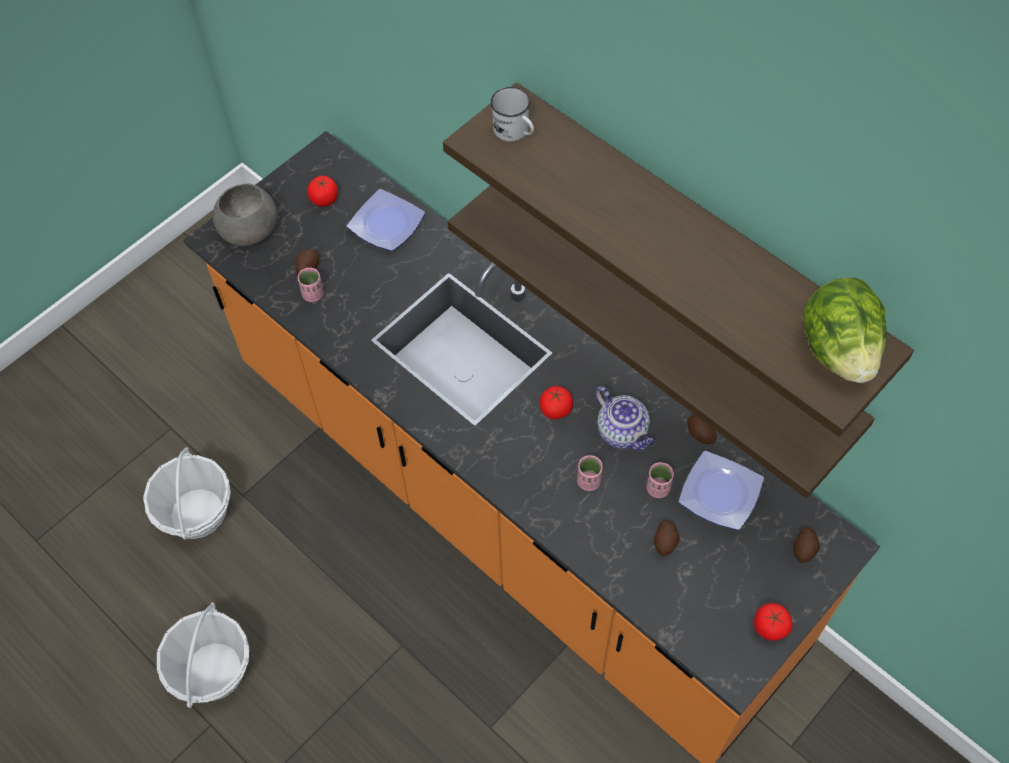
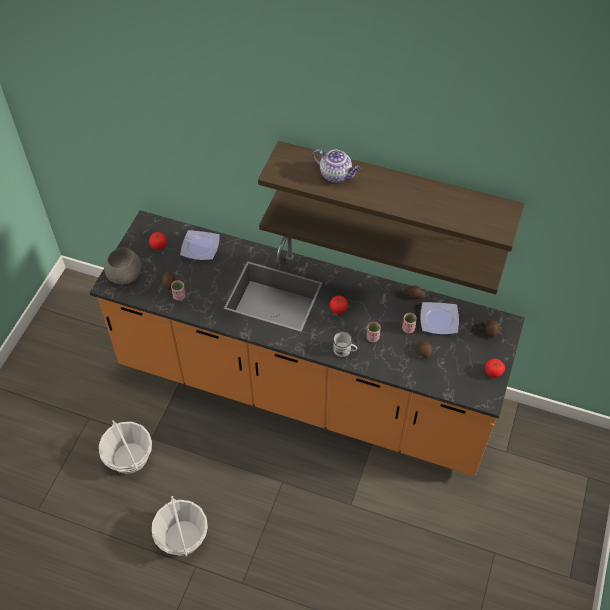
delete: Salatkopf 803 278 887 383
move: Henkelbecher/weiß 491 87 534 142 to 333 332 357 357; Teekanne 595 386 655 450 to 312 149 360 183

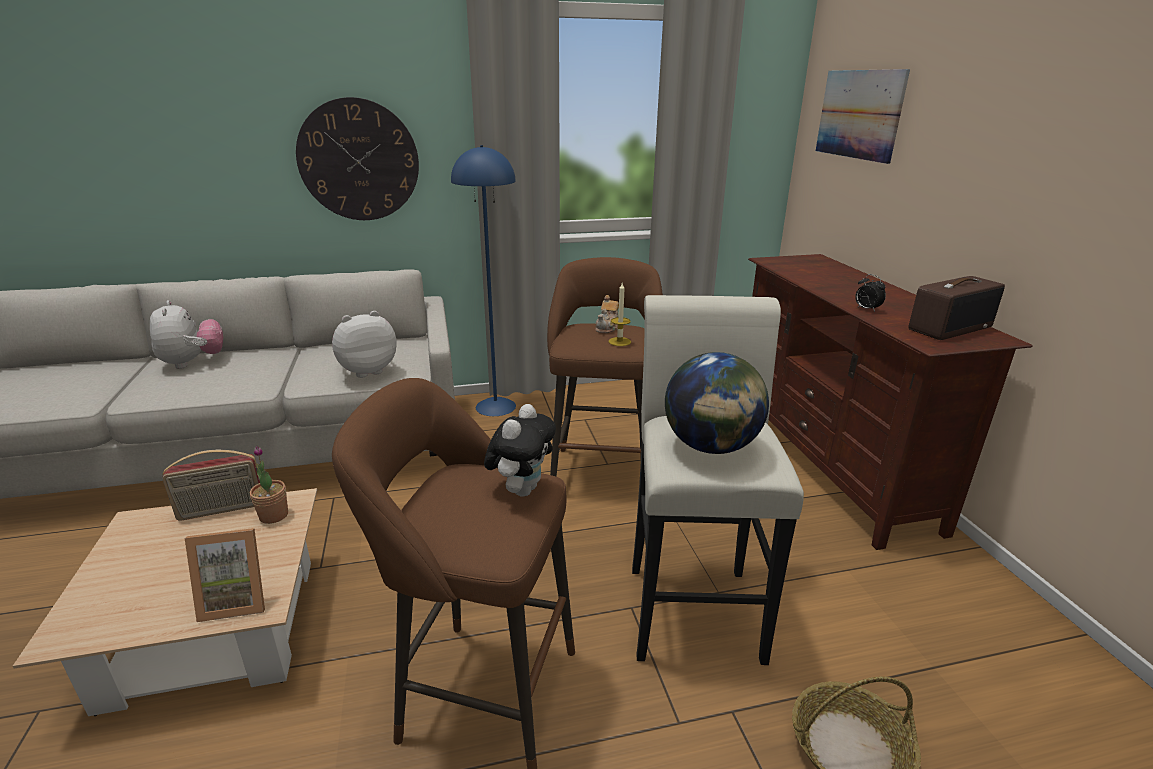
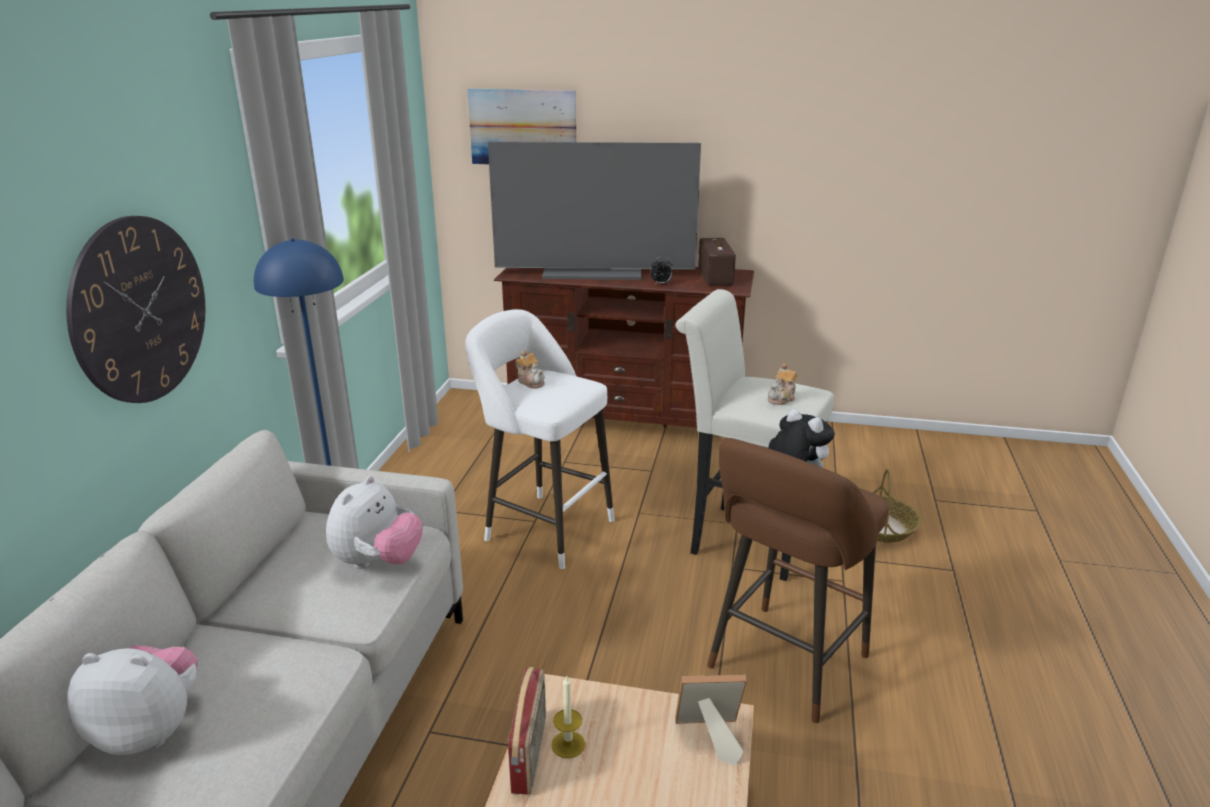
delete: Topfpflanze 250 446 288 524
insert: Fernseher 488 142 701 280
move: Kerze 609 283 631 346 to 551 675 585 758
replace: Globus 665 352 769 454 to Teekanne 768 363 798 405
recolor: Hocker/braun 547 257 663 476 to Hocker/weiß 465 309 614 569
rotate: Plüschtier 332 311 397 378 = 326 476 423 569 150 degrees counterclockwise; Bilderrahmen 185 528 265 622 = 675 674 747 766 105 degrees counterclockwise

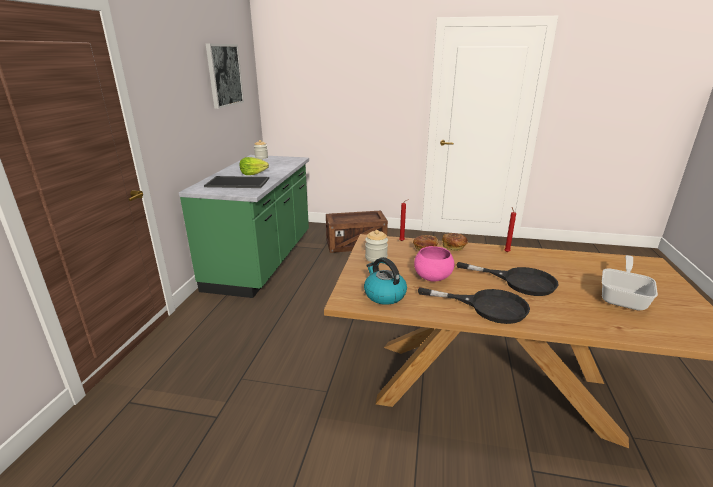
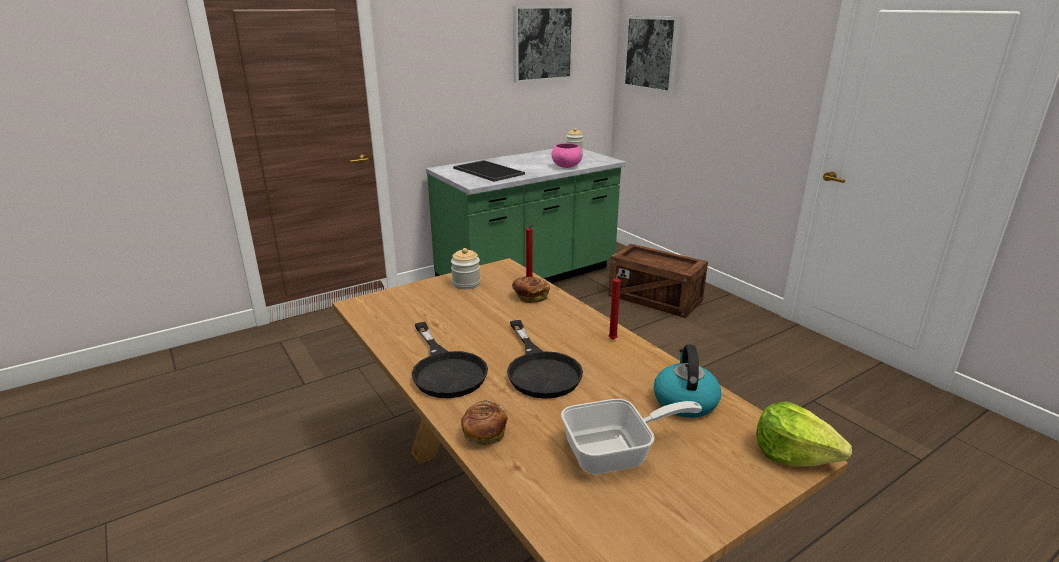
insert: Bild 623 16 681 93
move: Salatkopf 240 157 269 175 to 756 401 852 467; Brot 442 233 468 251 to 461 400 508 445; Schüssel/rosa 414 246 455 282 to 552 143 583 168; Wasserkessel 364 257 407 305 to 654 344 721 418

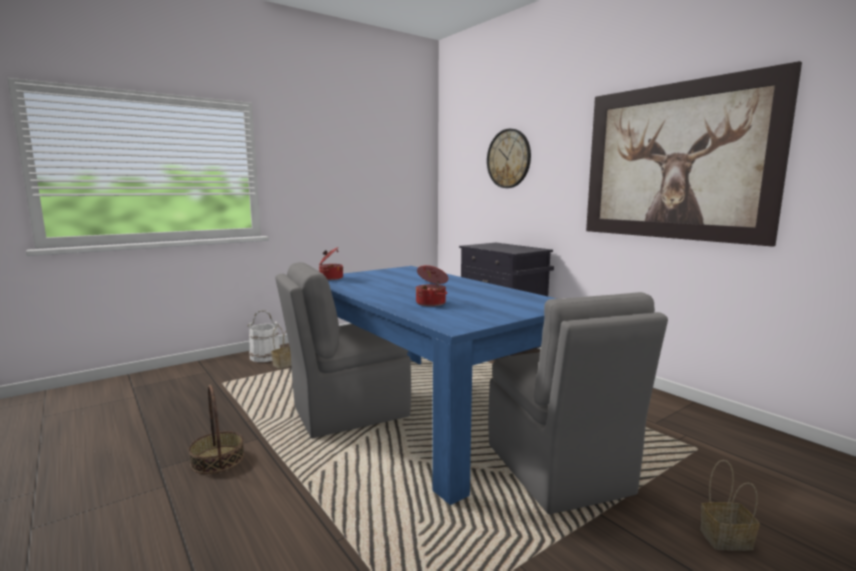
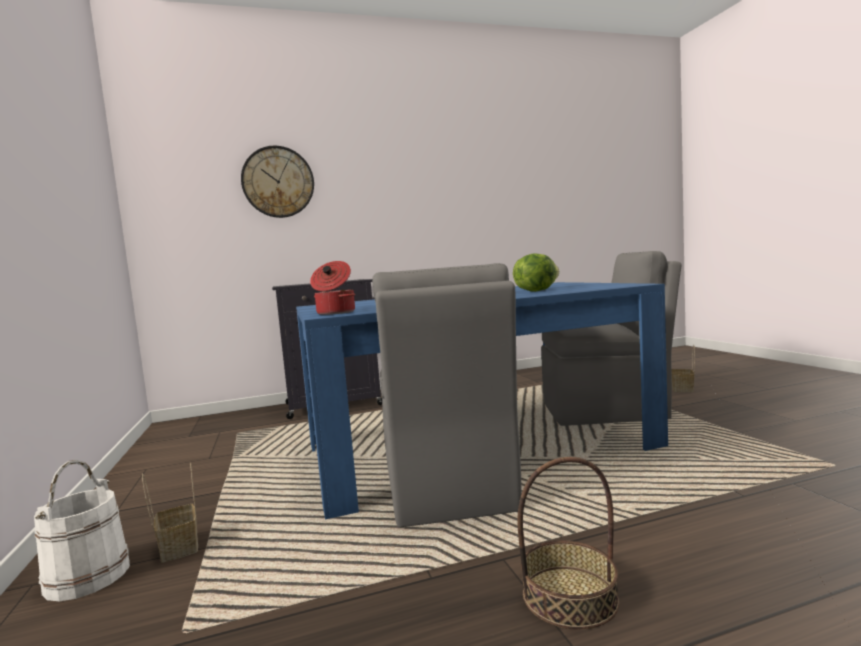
delete: Bild 586 61 802 247
replace: Kochtopf 416 265 448 306 to Salatkopf 513 253 560 292

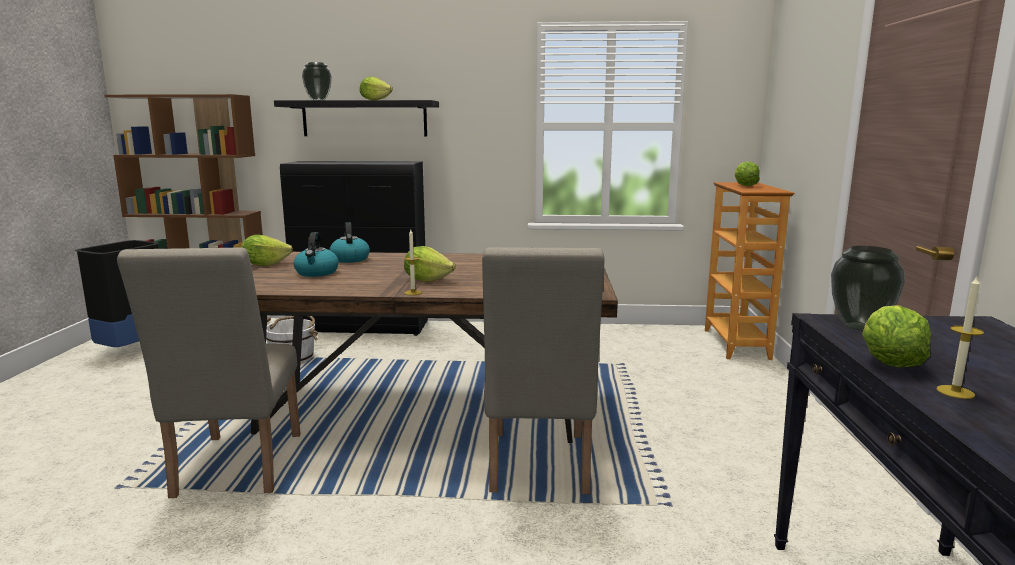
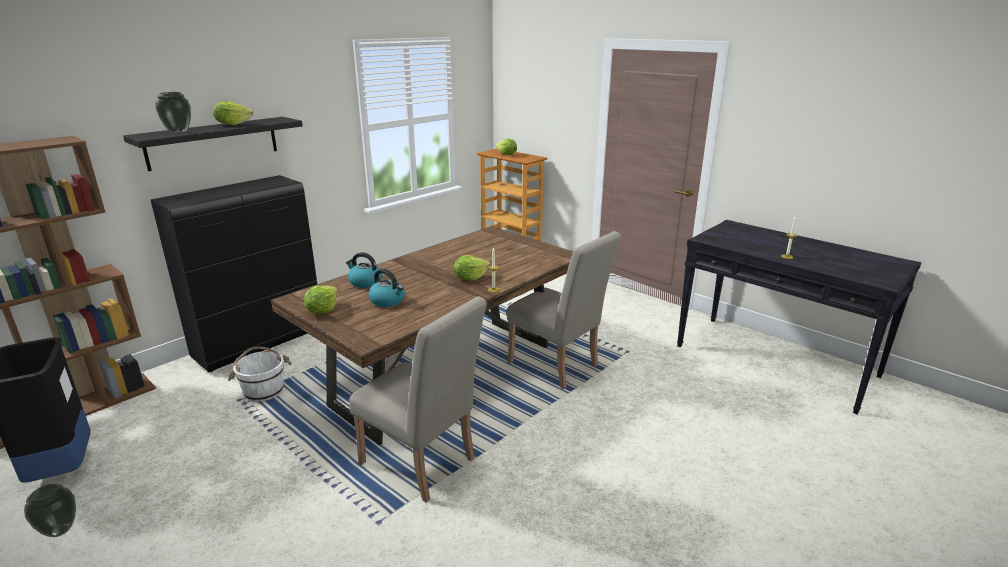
delete: Salatkopf 862 305 931 367
move: Vase 831 246 905 331 to 24 484 76 537

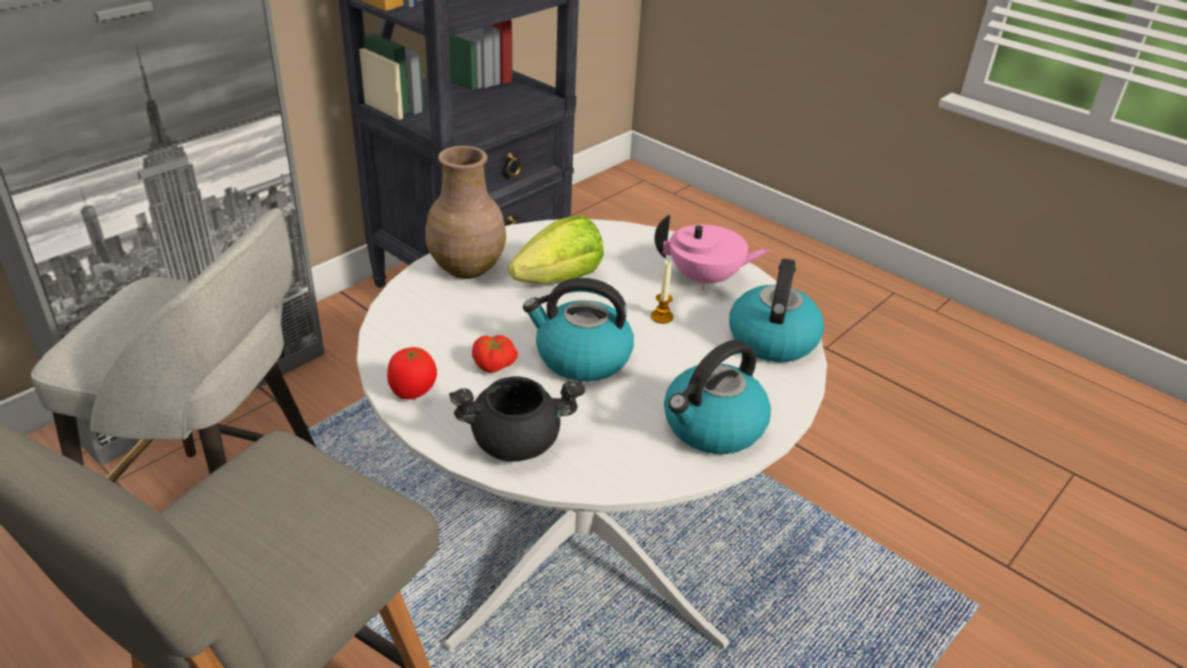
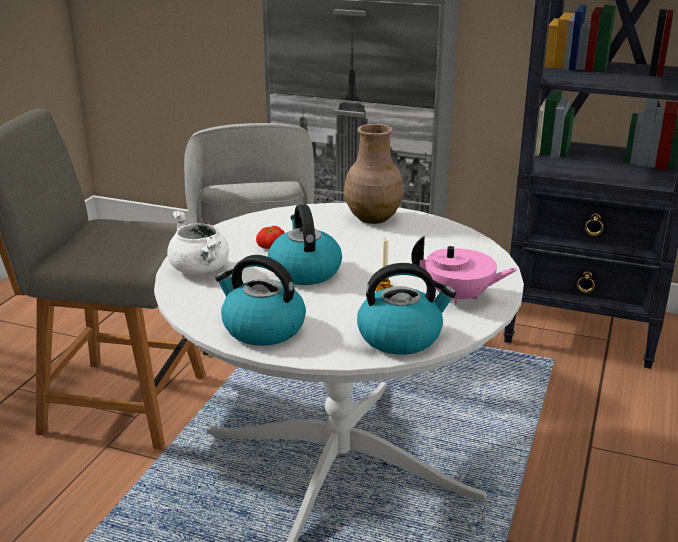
delete: Salatkopf 509 216 604 284; Tomate 387 347 437 399
recolor: Kochtopf/schwarz 449 377 586 462 to Kochtopf/weiß 167 210 229 274
rotate: Teekanne/rosa 654 215 771 290 = 411 236 518 305 60 degrees counterclockwise

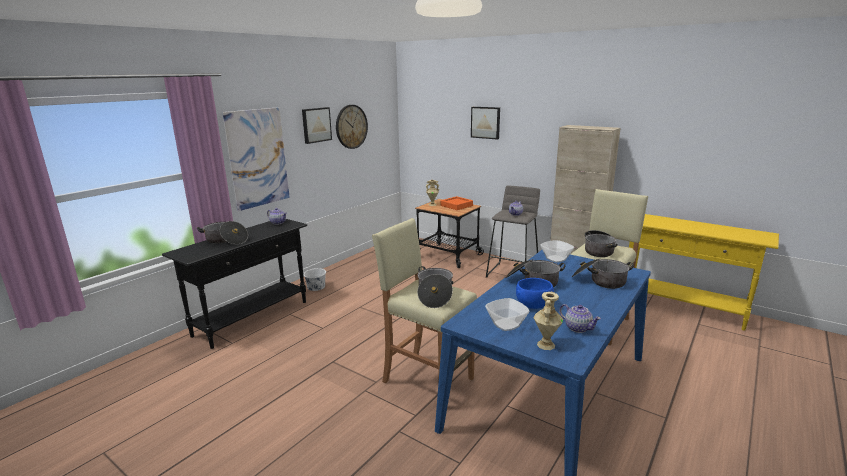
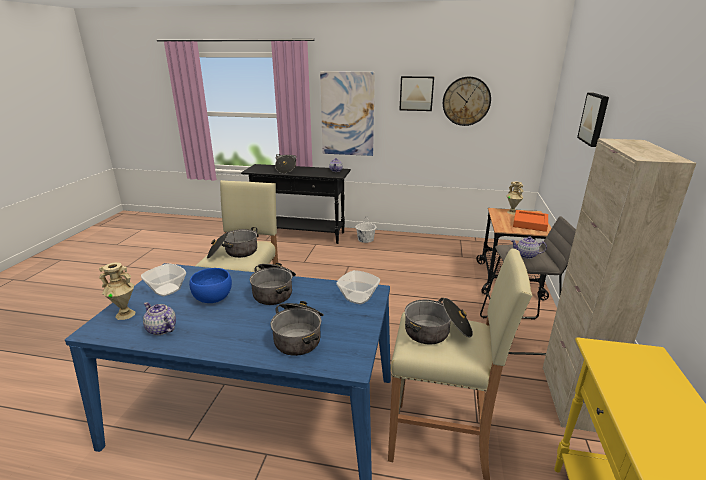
rotate: Teekanne 559 304 601 333 = 143 302 176 335 105 degrees clockwise

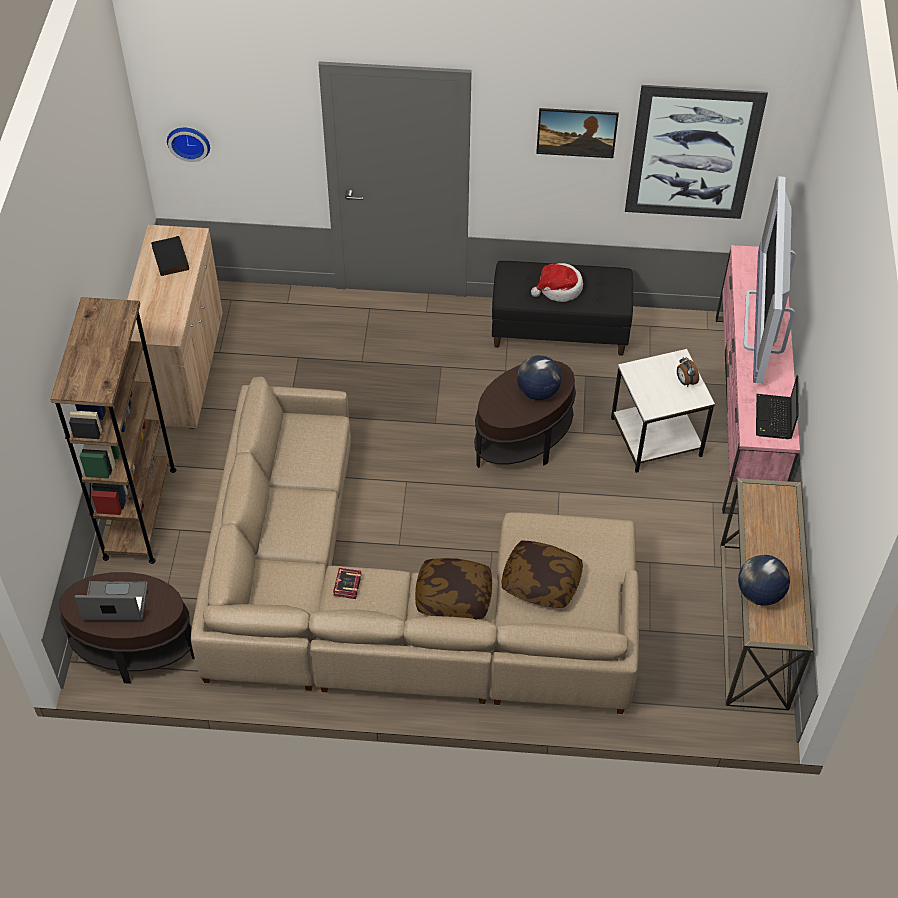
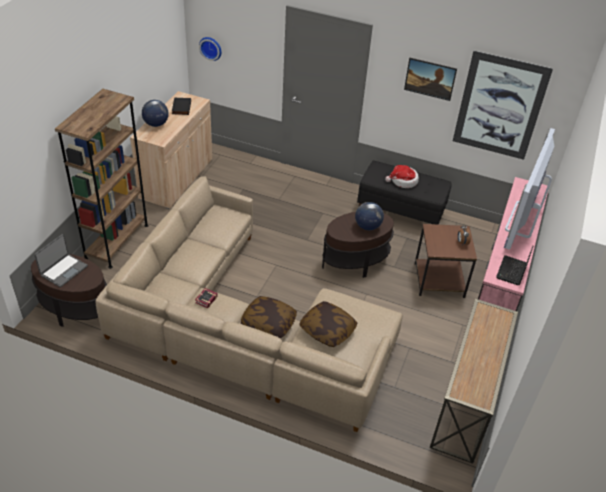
move: Globus 738 555 790 606 to 142 100 169 127
recolor: Beistelltisch/weiß 611 349 715 473 to Beistelltisch/braun 415 224 477 298
rotate: Laptop 75 581 148 621 = 34 234 88 288 105 degrees clockwise

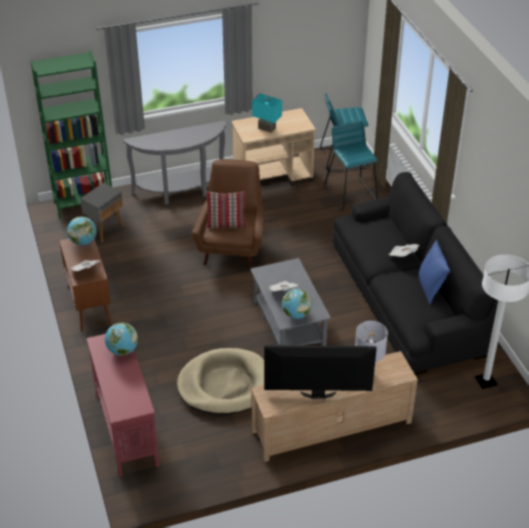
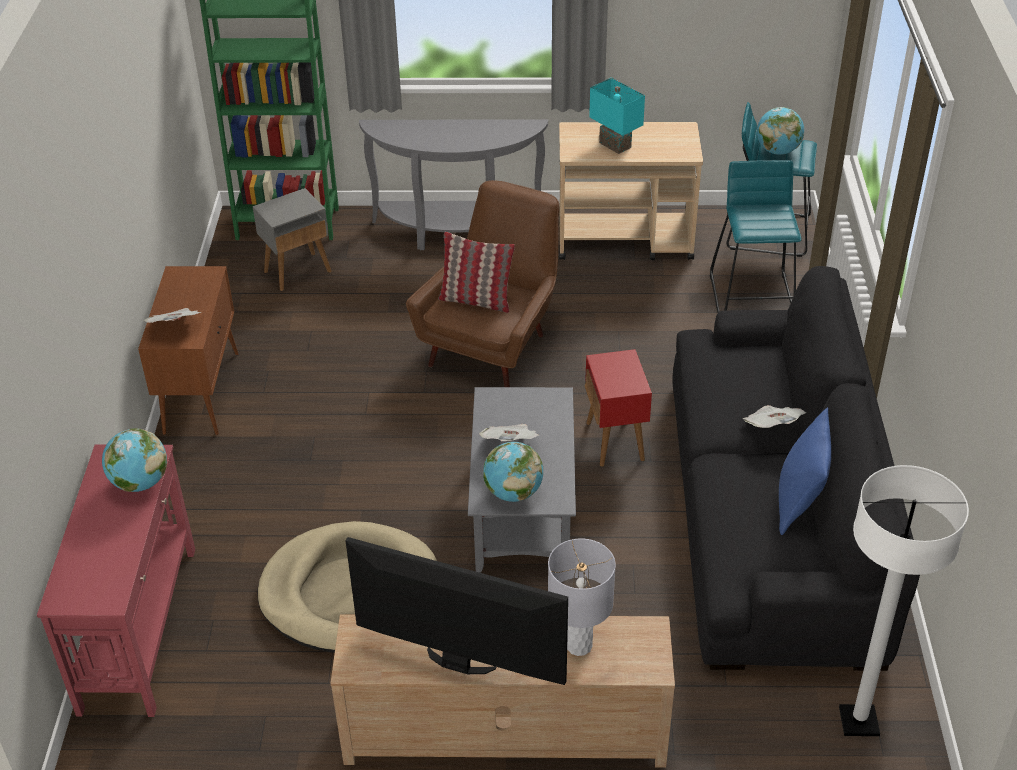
insert: Beistelltisch/rot 585 349 652 467
move: Globus 67 216 97 245 to 757 107 804 155

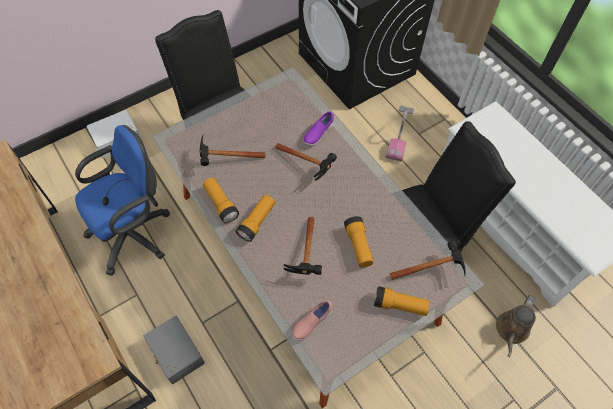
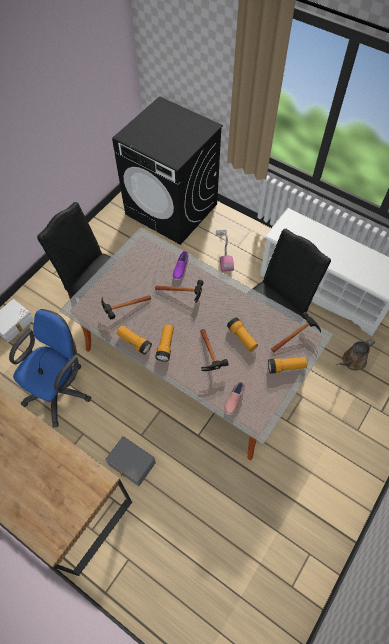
rotate: Gießkanne/braun 496 295 536 358 = 336 339 375 370 45 degrees clockwise

